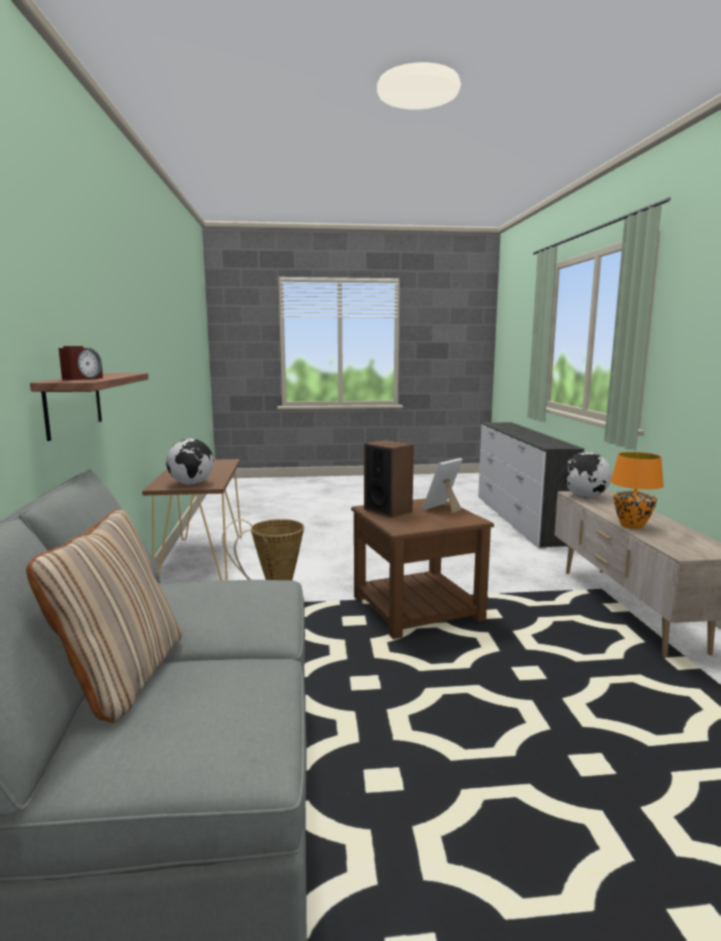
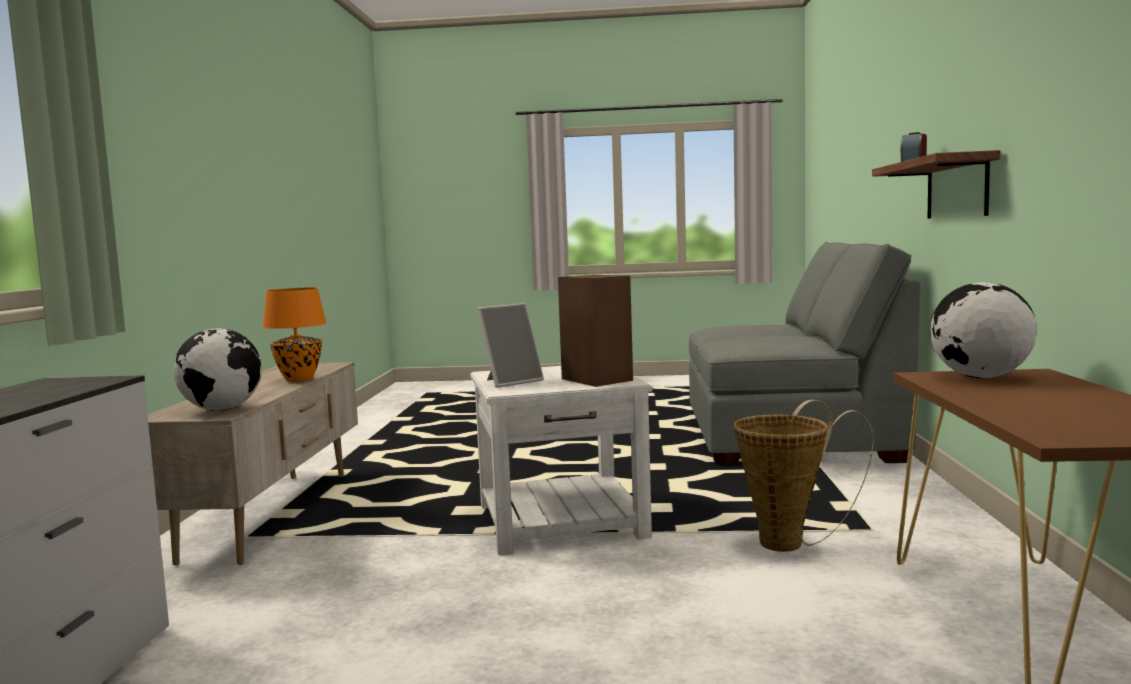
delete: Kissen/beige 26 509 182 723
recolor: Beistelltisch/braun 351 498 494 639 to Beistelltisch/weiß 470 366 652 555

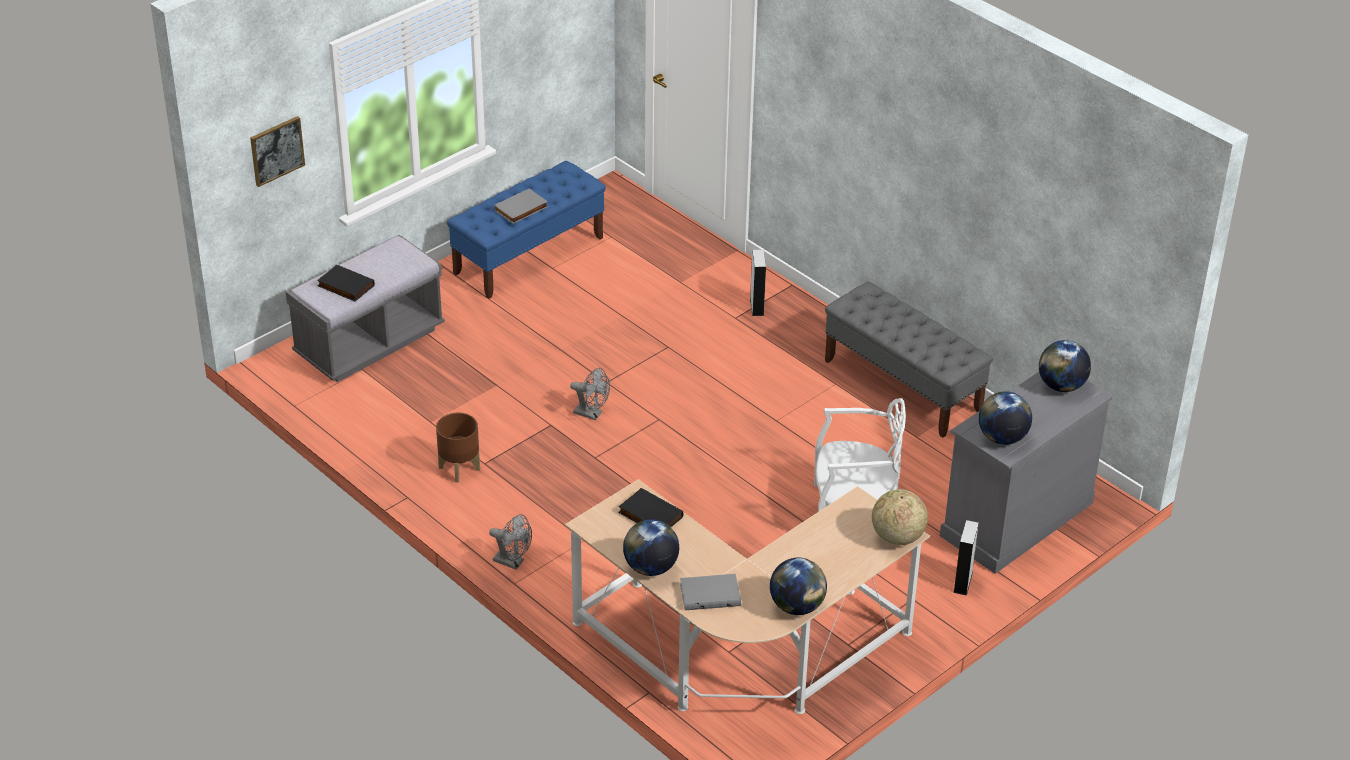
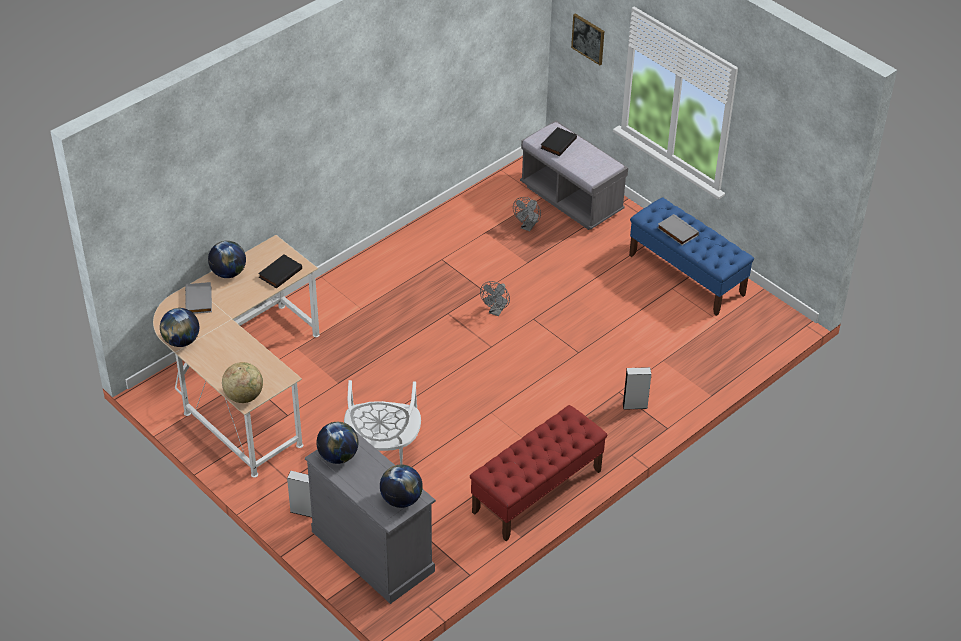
delete: Pflanzkübel/braun 436 413 480 483
move: Ventilator/grau 489 514 532 570 to 513 197 541 231
recolor: Bank/grau 825 281 993 438 to Bank/rot 470 405 607 541

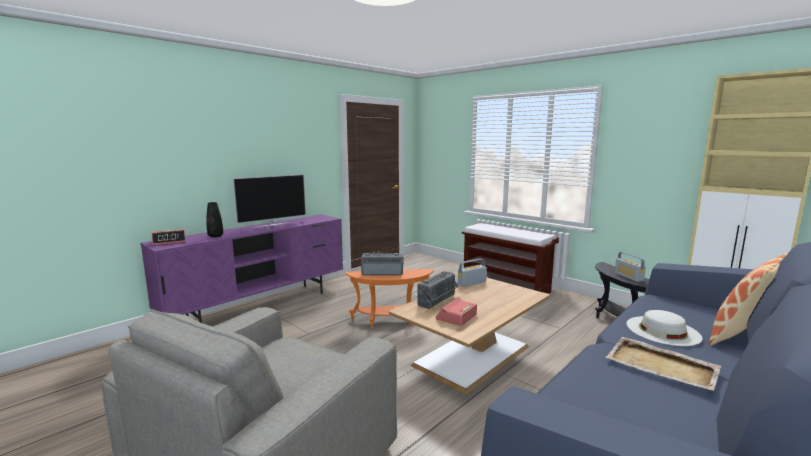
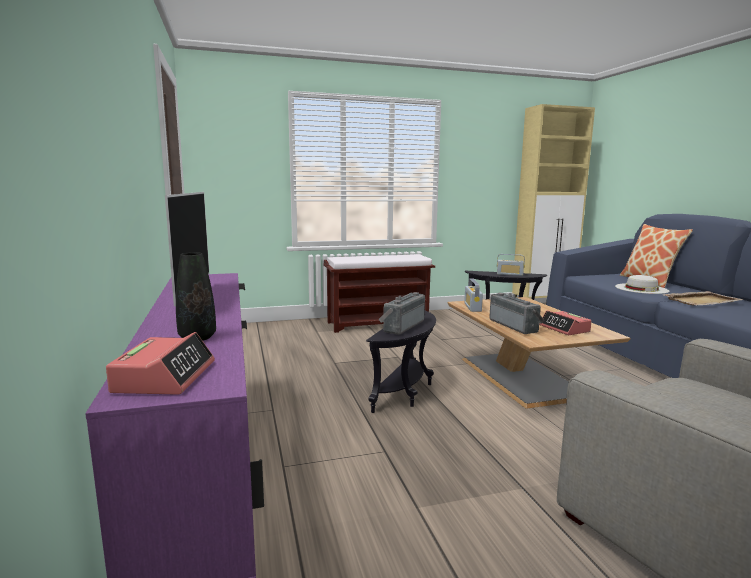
recolor: Beistelltisch/orange 345 269 434 329 to Beistelltisch/schwarz 366 311 436 413

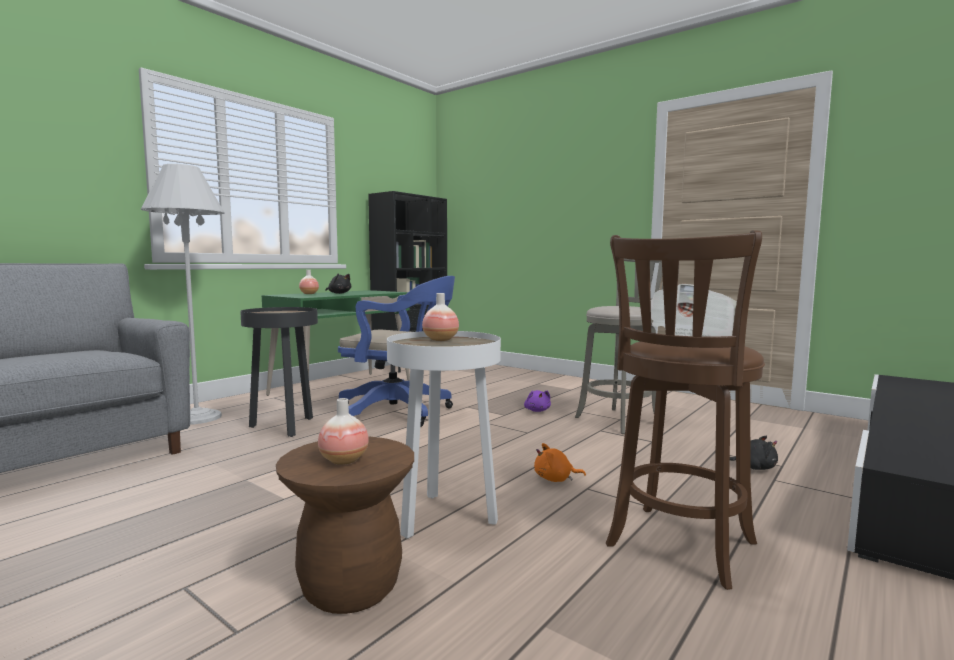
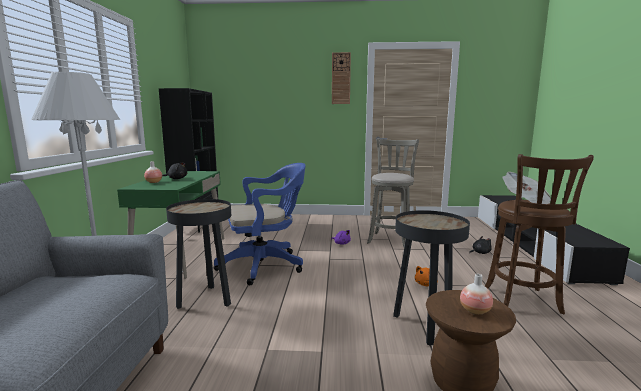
delete: Vase 422 293 459 341
insert: Wanduhr 332 52 351 104
recolor: Beistelltisch/weiß 387 331 501 538 to Beistelltisch/schwarz 393 210 470 346

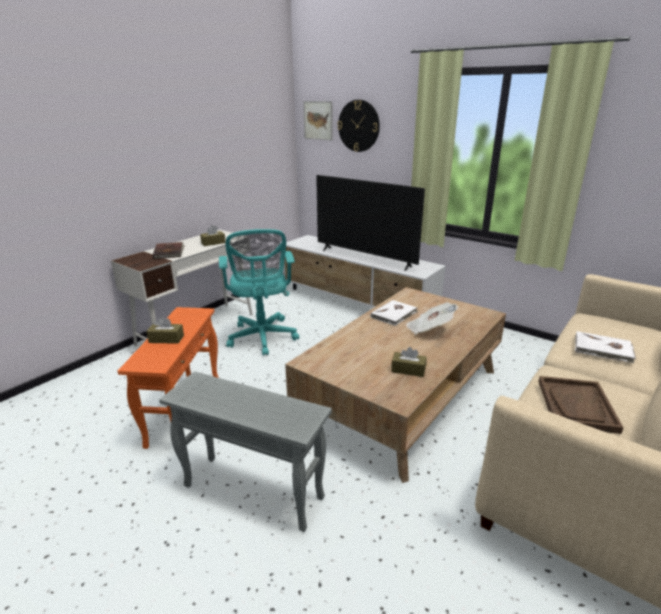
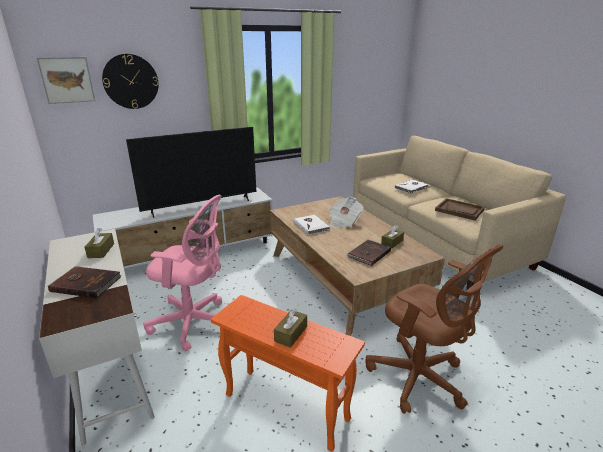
insert: Buch/braun 346 240 391 266
replace: Beistelltisch/grau 159 371 332 532 to Bürostuhl/braun 366 245 504 414
recolor: Bürostuhl/türkis 219 229 299 356 to Bürostuhl/rosa 143 195 222 352

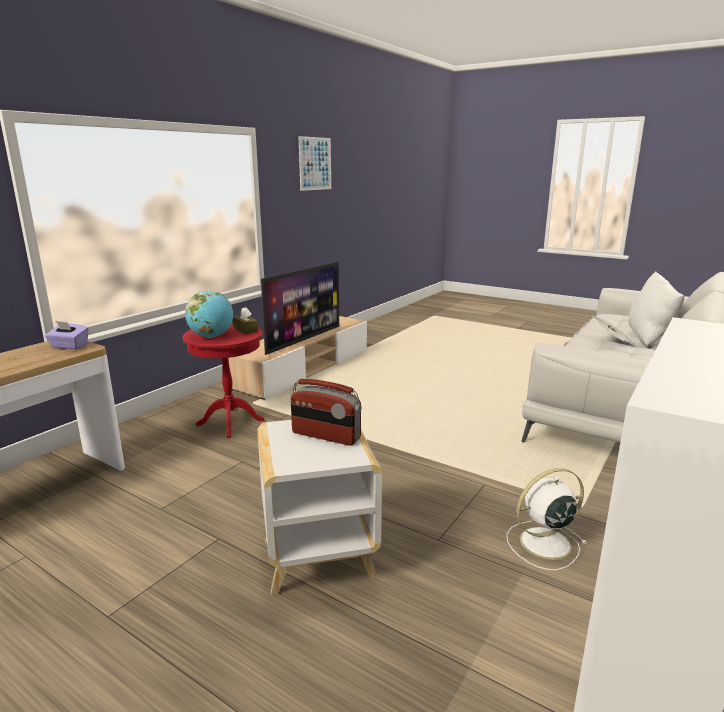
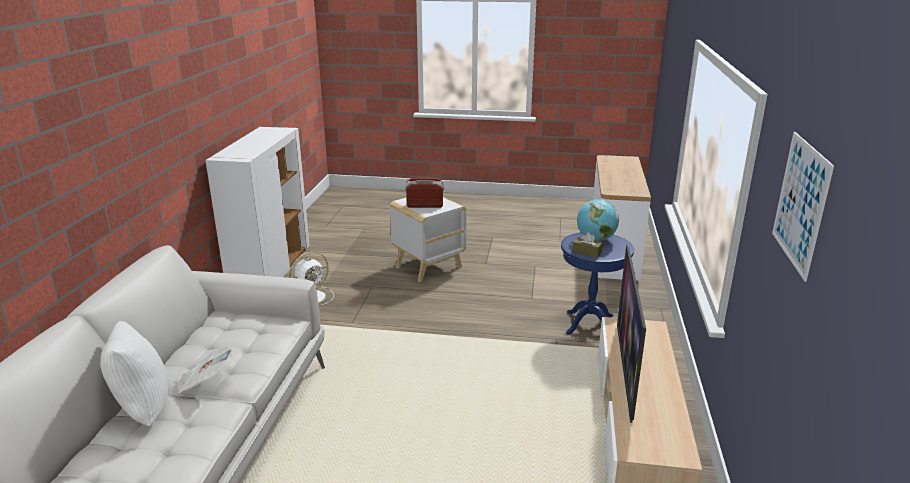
delete: Taschentuchbox/lila 45 321 88 350
recolor: Beistelltisch/rot 183 323 265 438 to Beistelltisch/blau 561 232 634 335

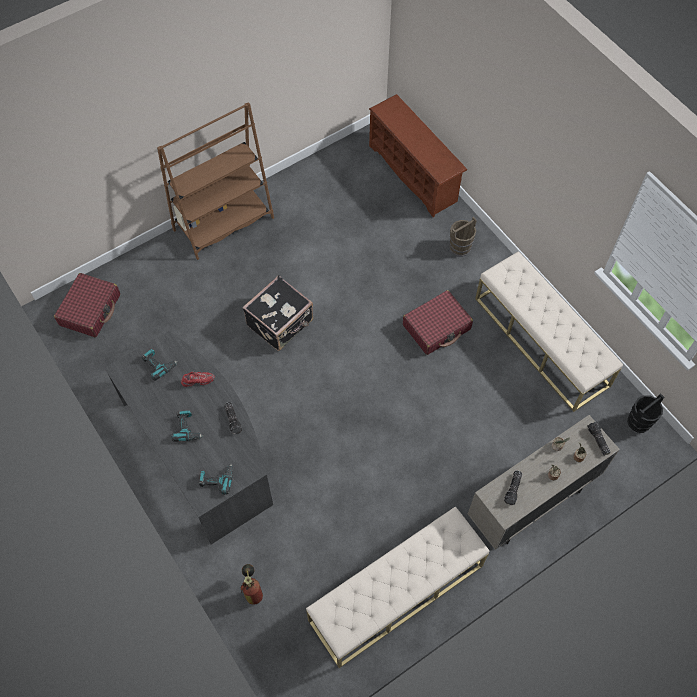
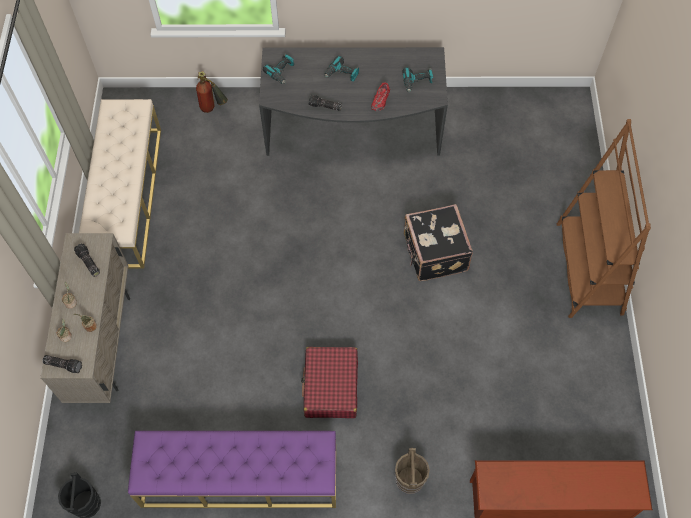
delete: Koffer/rot 54 273 120 337
recolor: Bank/beige 475 251 623 412 to Bank/lila 128 431 336 508

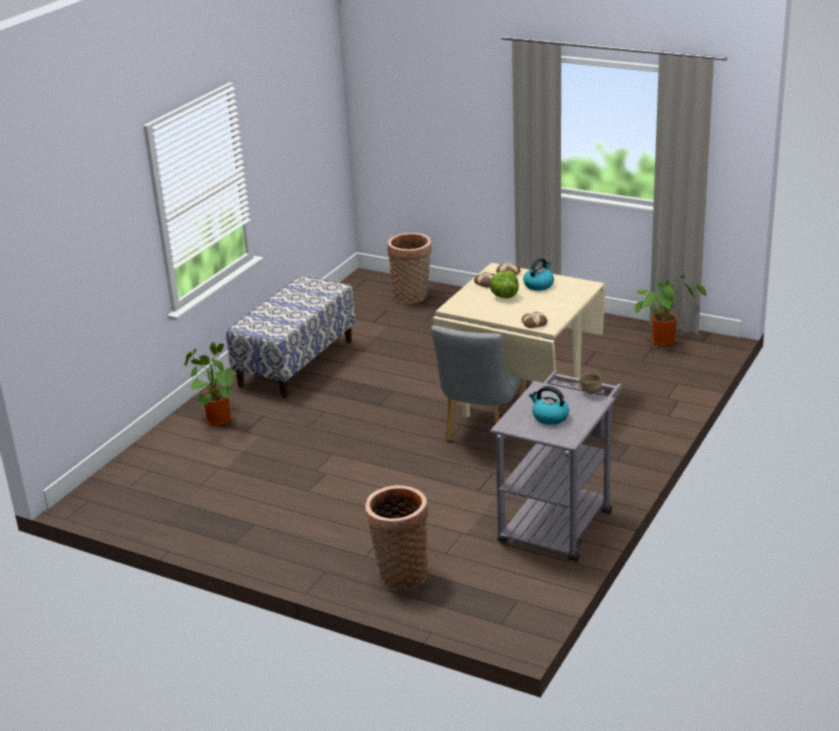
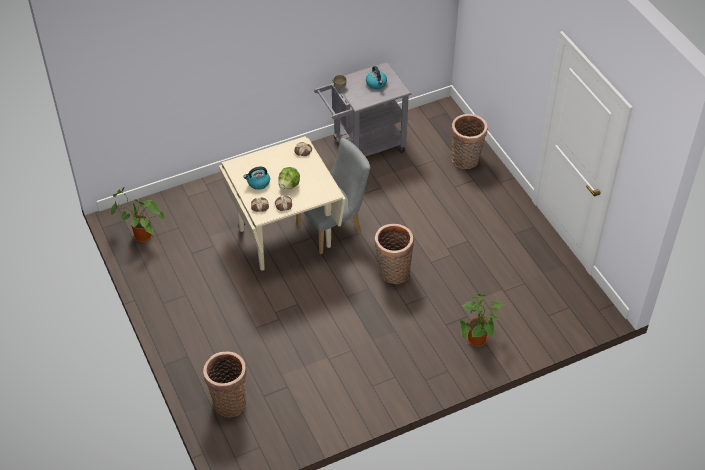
delete: Bank 226 276 355 398
insert: Korb 374 224 414 284

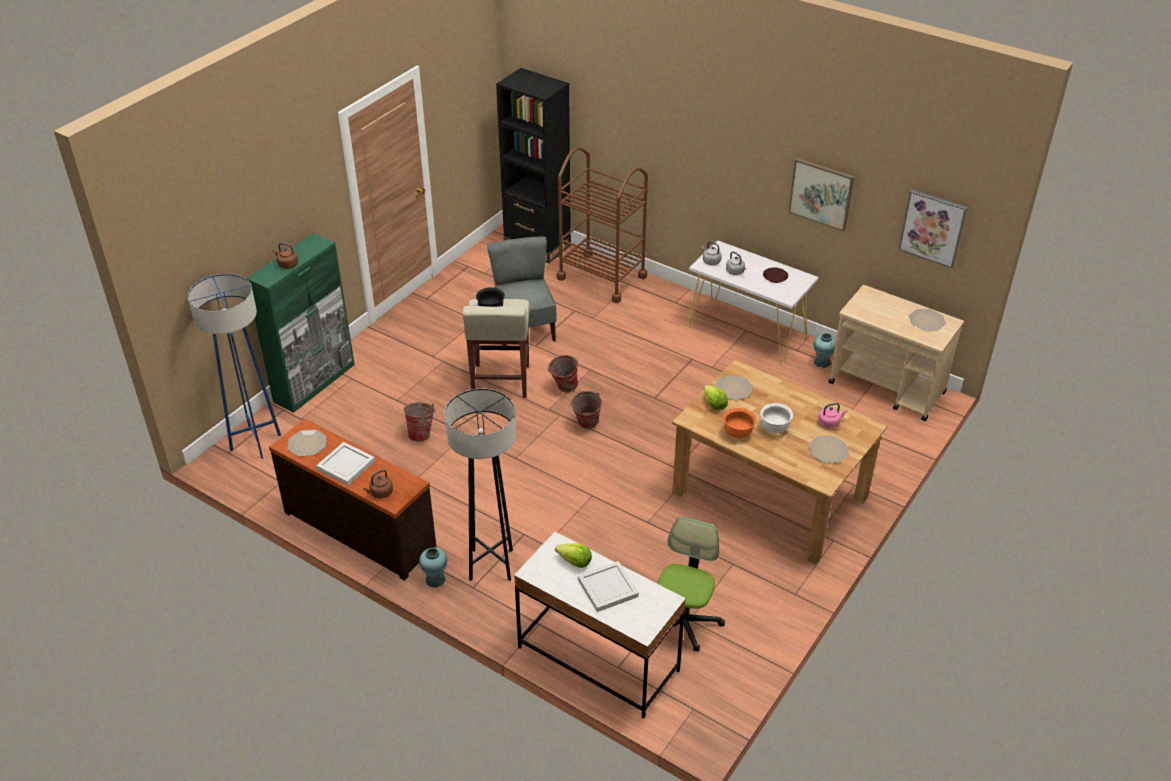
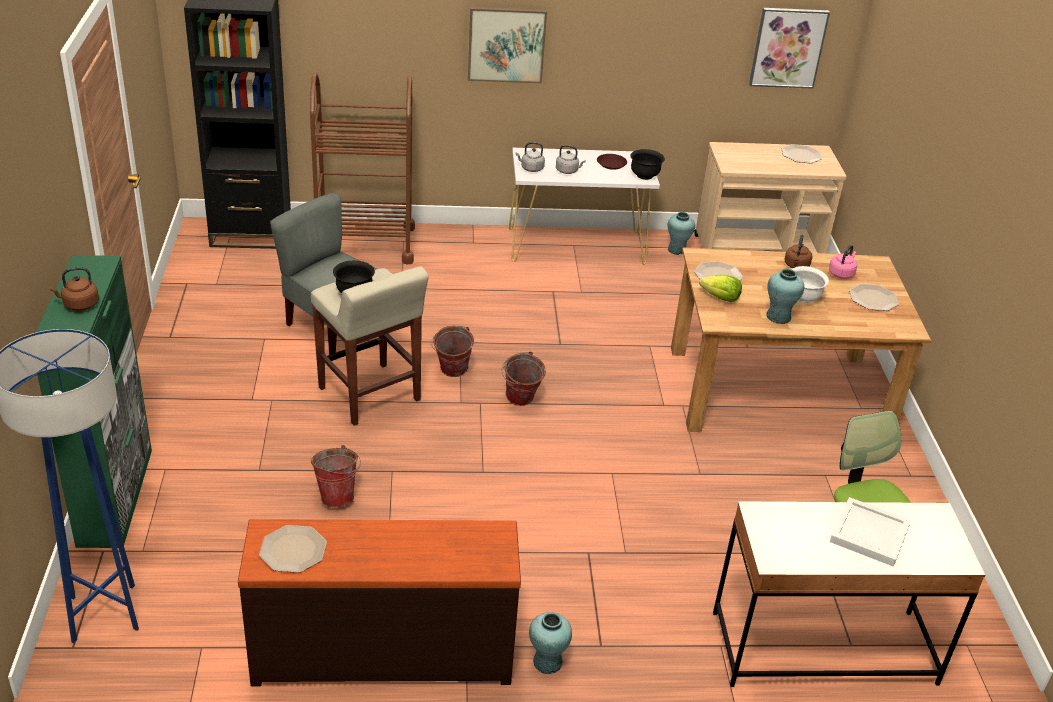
delete: Stehlampe/grau 445 389 516 581; Tablett/weiß 316 442 375 485; Salatkopf 555 543 592 568
insert: Schüssel/schwarz 630 149 665 180
move: Bild 788 158 855 232 to 468 7 547 83; Wasserkessel/braun 363 470 393 499 to 785 235 812 268
replace: Schüssel/orange 723 408 756 439 to Vase/türkis 766 269 804 324

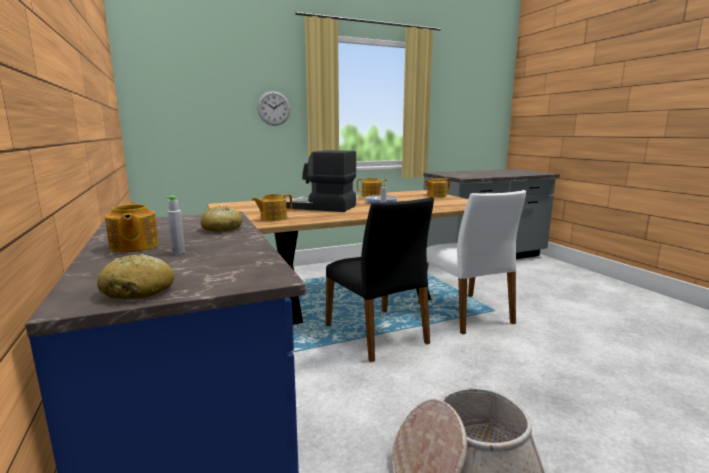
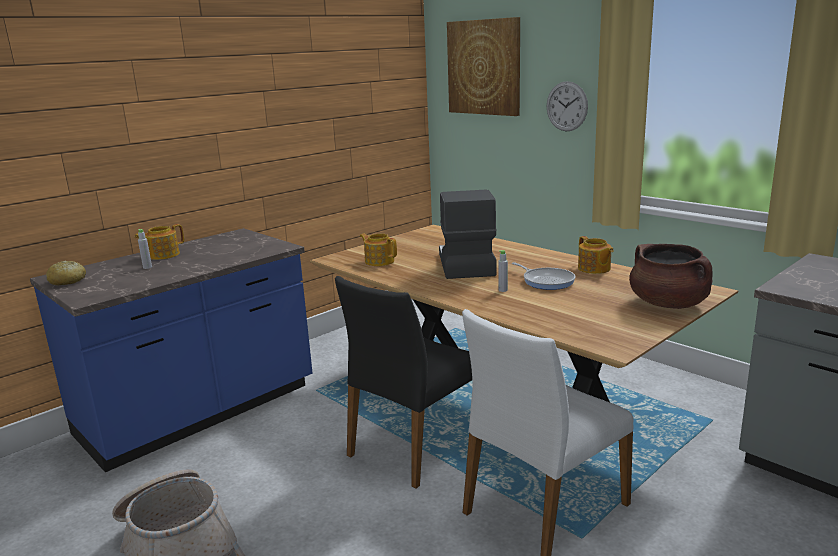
delete: Brot 201 206 242 232
insert: Bild 447 17 520 116
replace: Teekanne 424 178 450 197 to Kochtopf/braun 629 244 713 309

